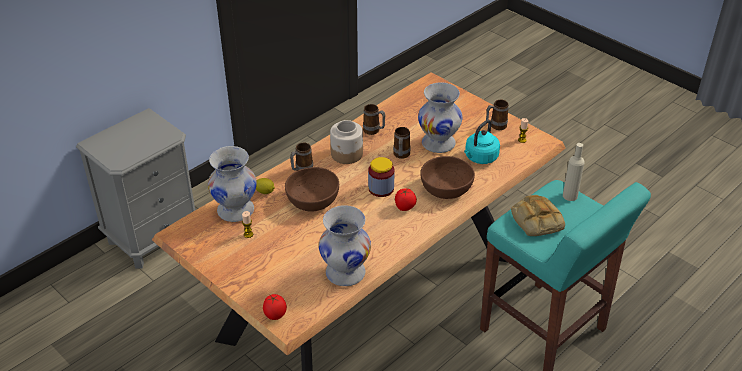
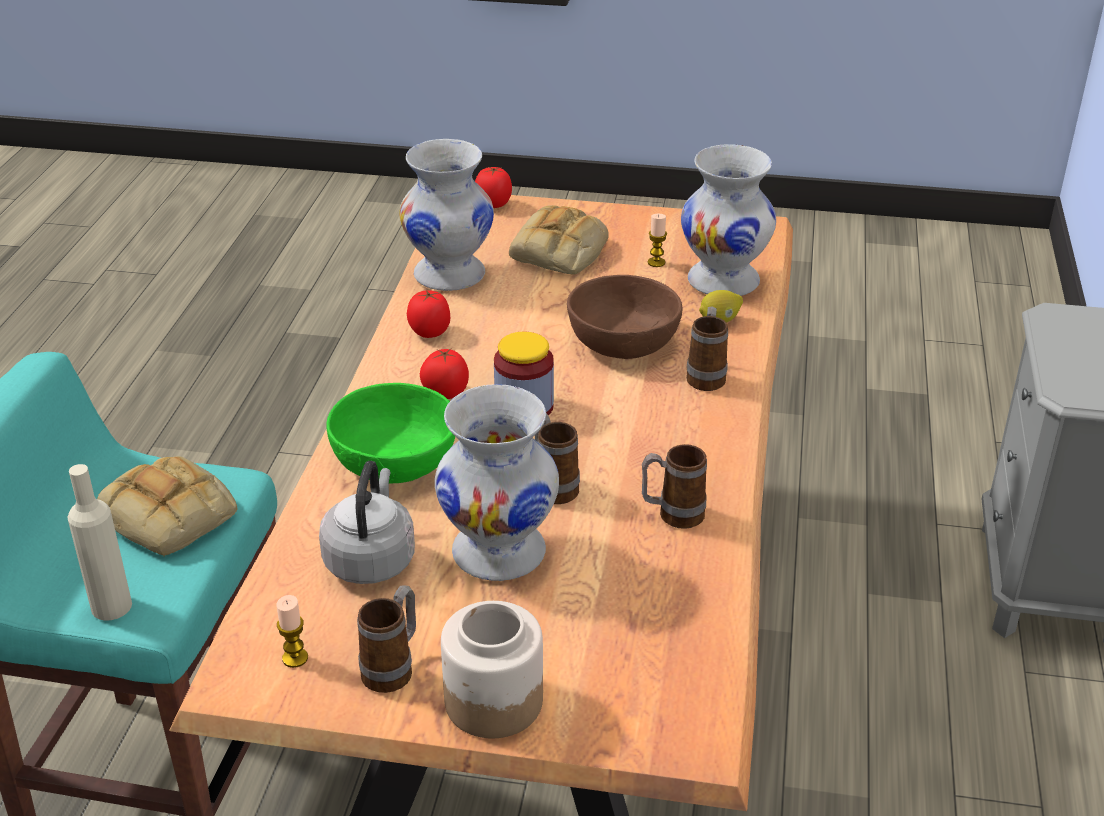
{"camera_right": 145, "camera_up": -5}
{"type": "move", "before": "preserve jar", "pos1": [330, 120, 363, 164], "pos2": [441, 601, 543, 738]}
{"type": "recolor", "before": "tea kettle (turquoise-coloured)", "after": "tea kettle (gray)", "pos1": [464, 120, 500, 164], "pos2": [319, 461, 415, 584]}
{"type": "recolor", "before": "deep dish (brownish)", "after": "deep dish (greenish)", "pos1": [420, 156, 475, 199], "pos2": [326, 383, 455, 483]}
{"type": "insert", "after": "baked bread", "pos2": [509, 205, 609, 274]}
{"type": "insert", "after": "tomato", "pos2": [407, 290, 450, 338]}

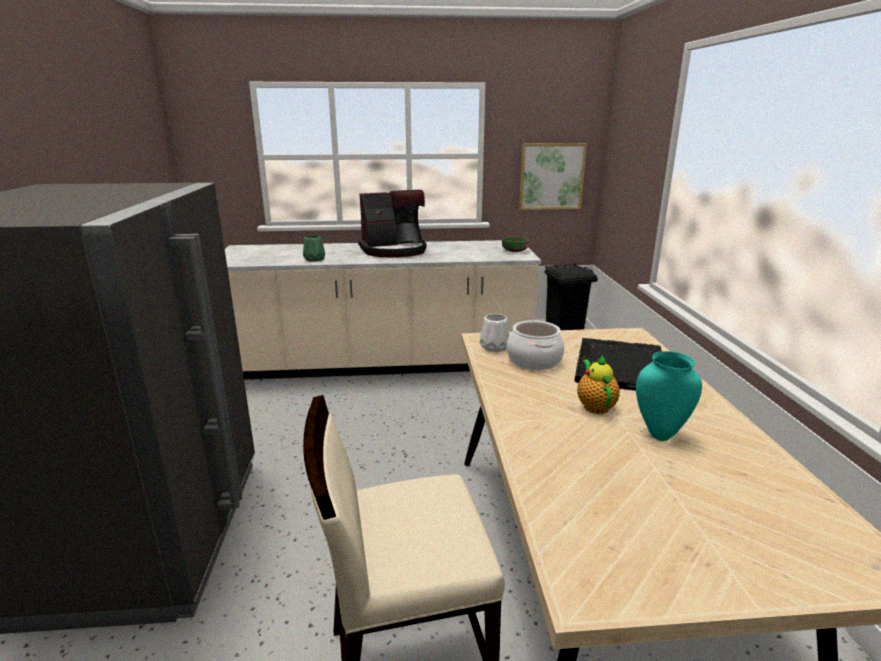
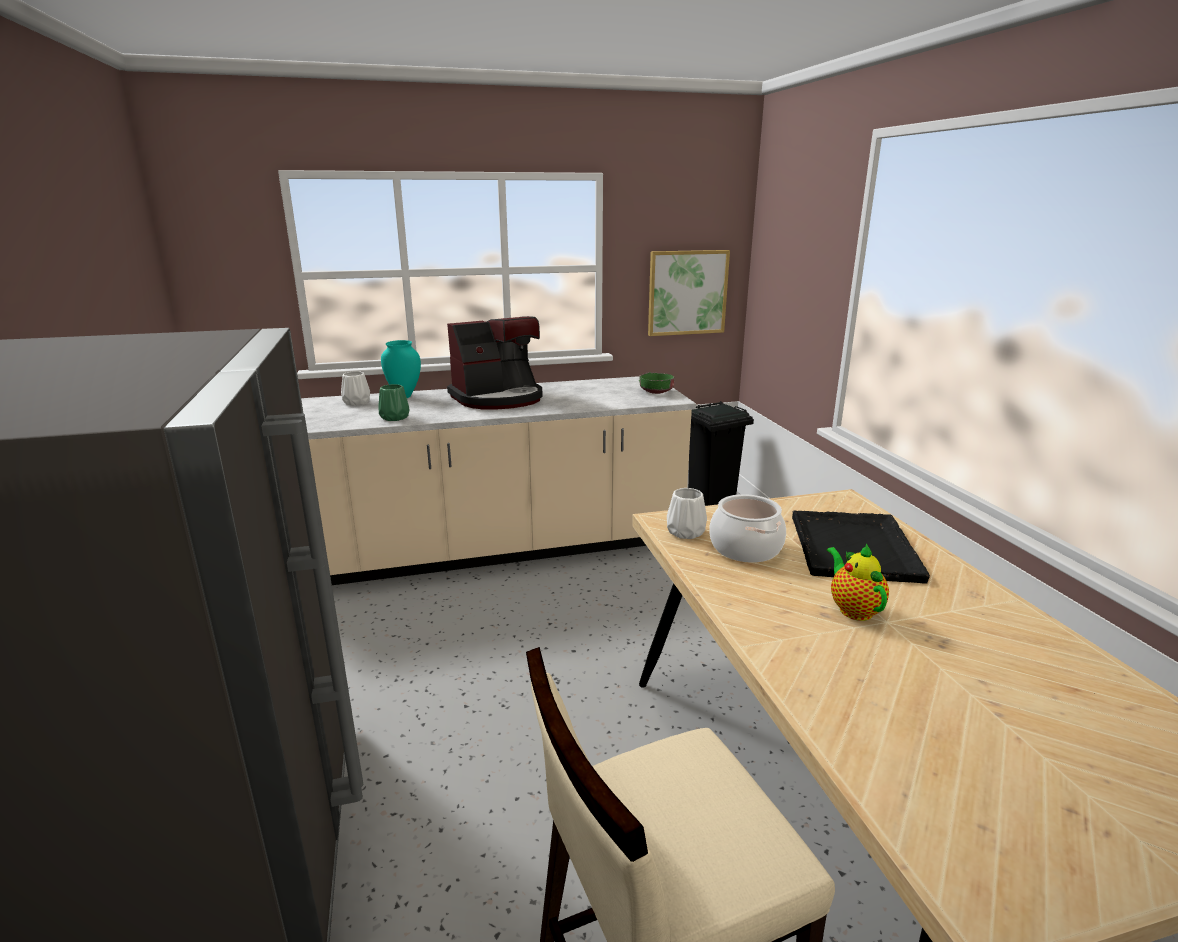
{"camera_right": -10, "camera_up": 0}
{"type": "move", "before": "flower vase (turquoise-coloured)", "pos1": [636, 351, 702, 441], "pos2": [381, 340, 421, 398]}
{"type": "insert", "after": "flower vase (white)", "pos2": [341, 371, 370, 406]}

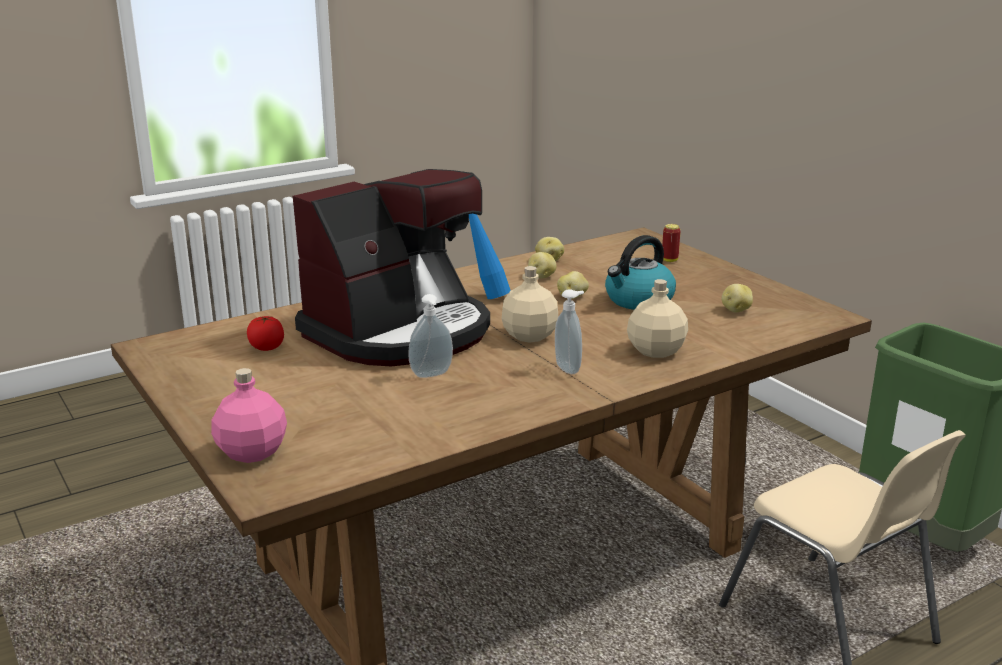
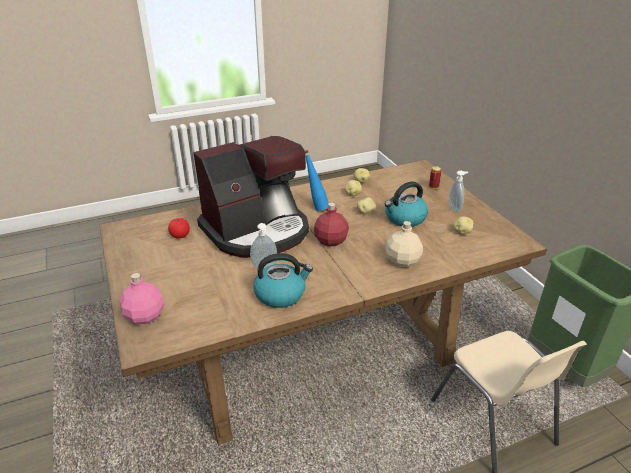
{"camera_right": 10, "camera_up": 10}
{"type": "recolor", "before": "beverage bottle (beige-coloured)", "after": "beverage bottle (red)", "pos1": [501, 266, 558, 343], "pos2": [314, 202, 349, 247]}
{"type": "move", "before": "soap bottle", "pos1": [555, 289, 584, 374], "pos2": [449, 170, 468, 213]}
{"type": "insert", "after": "tea kettle", "pos2": [253, 253, 313, 308]}

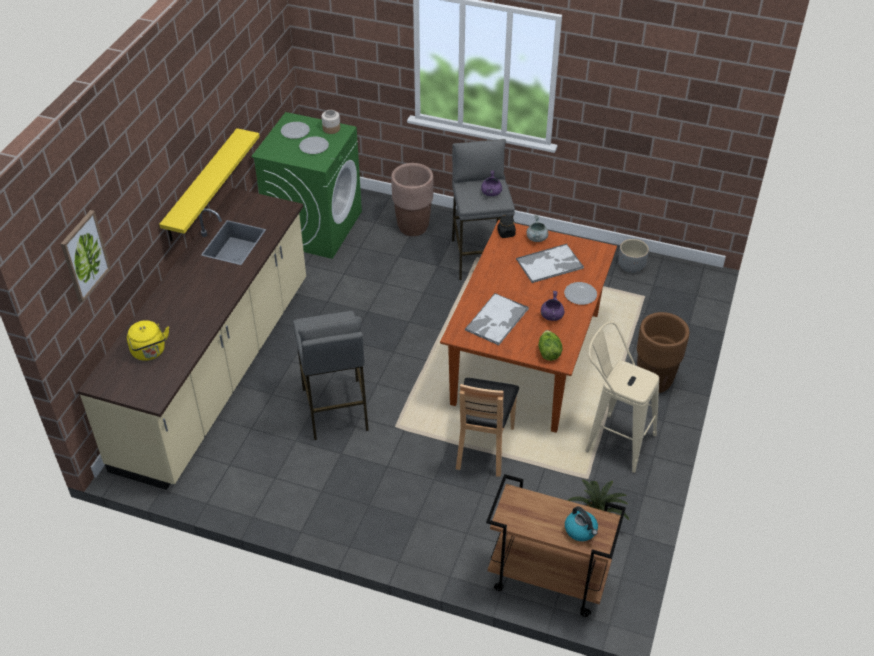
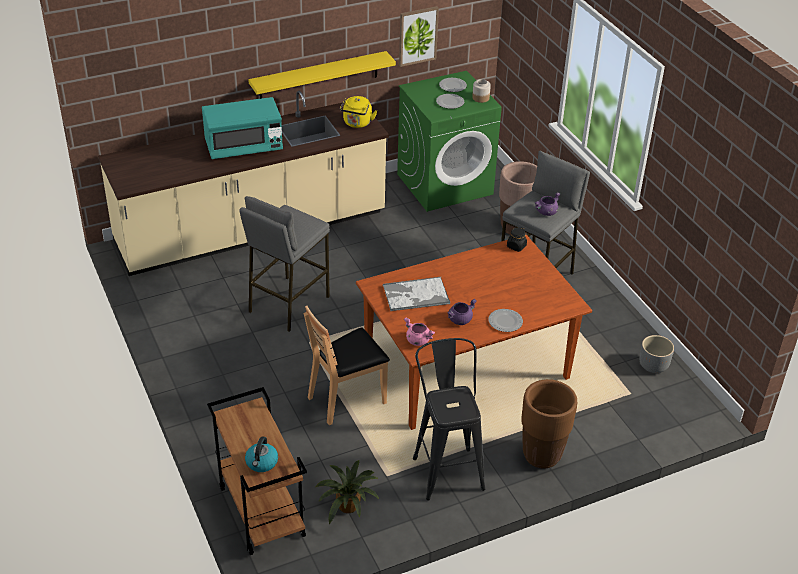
{"camera_right": 45, "camera_up": -5}
{"type": "move", "before": "picture", "pos1": [61, 210, 111, 302], "pos2": [399, 6, 439, 67]}
{"type": "delete", "before": "cooking pot (gray)", "pos1": [526, 215, 549, 242]}
{"type": "delete", "before": "carrying tray", "pos1": [516, 244, 584, 283]}
{"type": "move", "before": "tea kettle (yellow)", "pos1": [127, 320, 169, 361], "pos2": [340, 96, 377, 128]}
{"type": "recolor", "before": "sitting stool (beige-coloured)", "after": "sitting stool (blackish)", "pos1": [585, 322, 659, 473], "pos2": [413, 338, 485, 500]}
{"type": "replace", "before": "lettuce head", "after": "cooking pot (pink-coloured)", "pos1": [538, 330, 563, 361], "pos2": [404, 318, 435, 346]}
{"type": "insert", "after": "kitchen microwave (turquoise-coloured)", "pos2": [202, 97, 283, 159]}

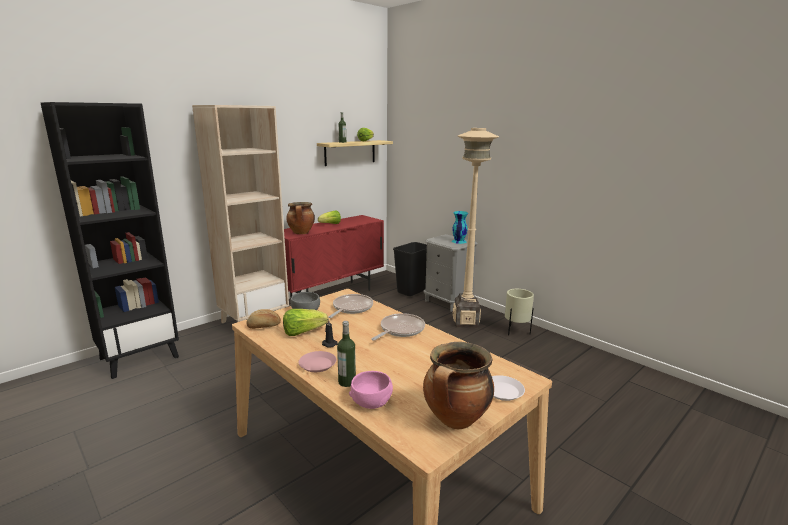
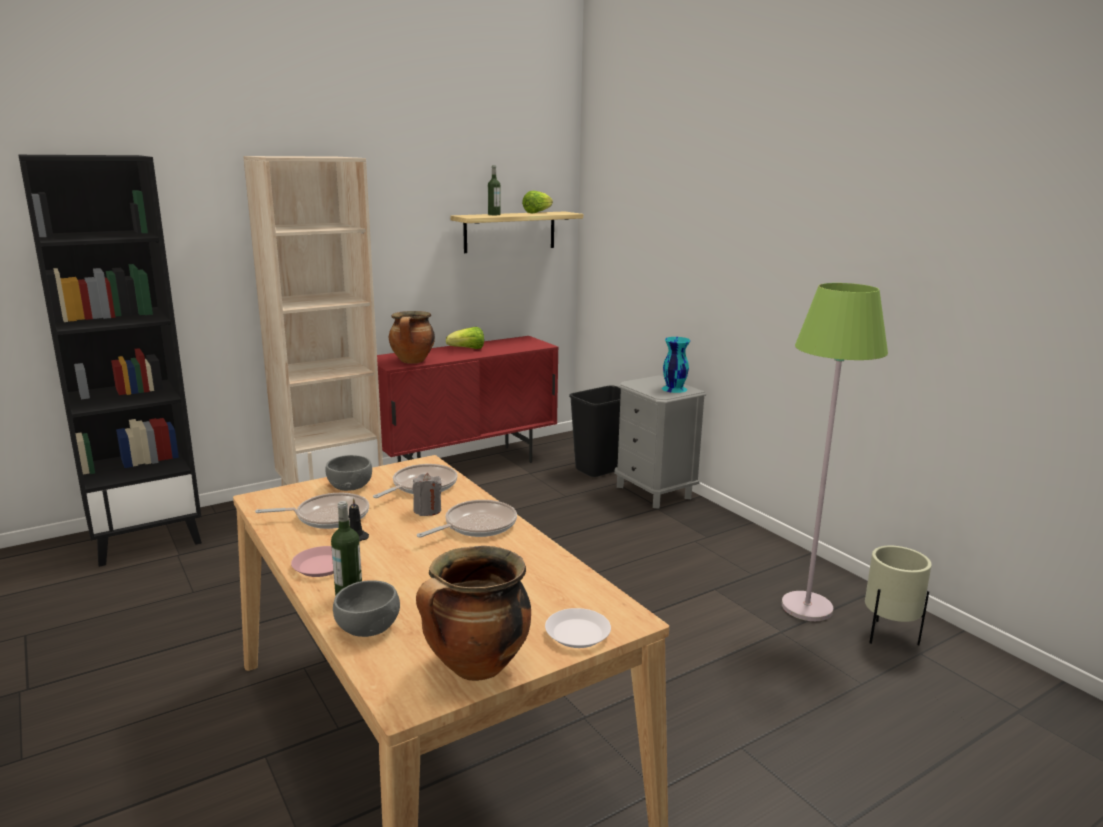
{"camera_right": 10, "camera_up": 0}
{"type": "delete", "before": "standard lamp (beige-coloured)", "pos1": [452, 128, 499, 328]}
{"type": "move", "before": "plant pot (beige-coloured)", "pos1": [505, 289, 534, 336], "pos2": [865, 546, 932, 645]}
{"type": "delete", "before": "baked bread", "pos1": [246, 309, 281, 329]}
{"type": "replace", "before": "lettuce head", "after": "pan", "pos1": [283, 309, 328, 336], "pos2": [255, 493, 369, 529]}
{"type": "recolor", "before": "deep dish (pink-coloured)", "after": "deep dish (gray)", "pos1": [349, 371, 393, 409], "pos2": [333, 581, 400, 637]}
{"type": "insert", "after": "standard lamp (greenish)", "pos2": [782, 283, 888, 621]}
{"type": "insert", "after": "candle (gray)", "pos2": [412, 473, 442, 516]}

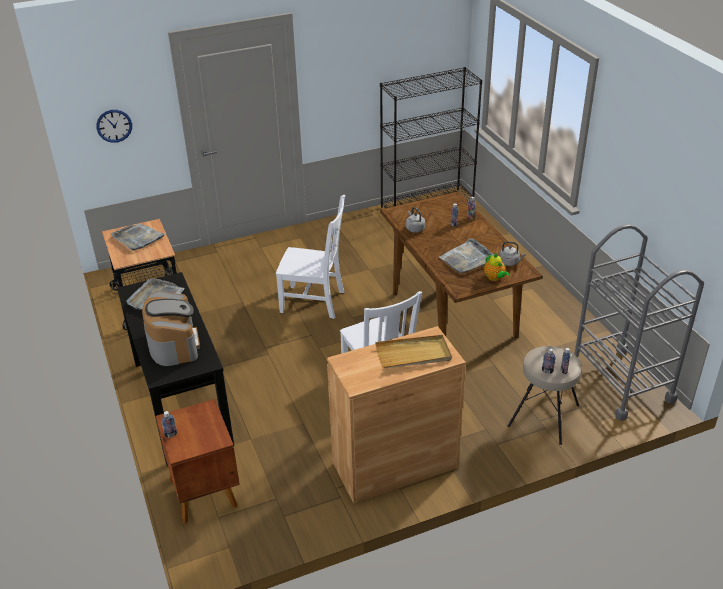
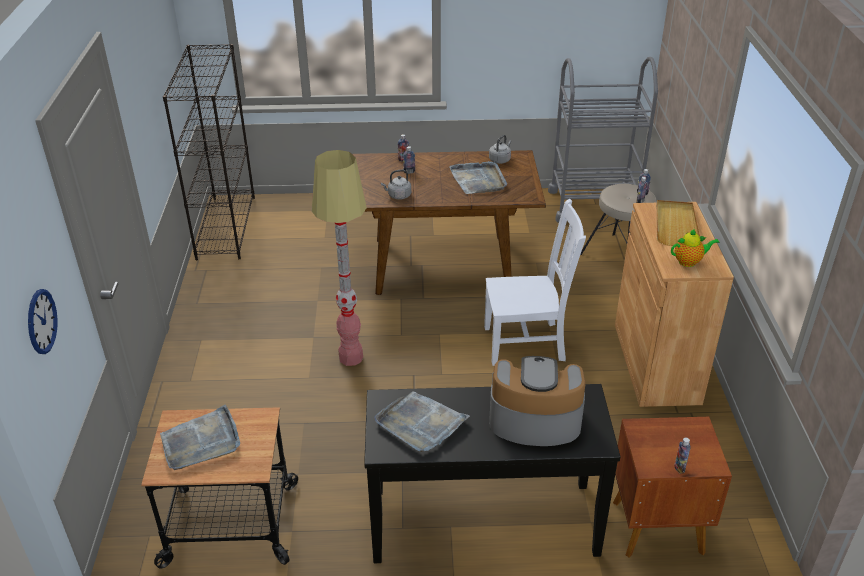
{"camera_right": -70, "camera_up": 0}
{"type": "replace", "before": "chair (white)", "after": "standard lamp", "pos1": [276, 195, 345, 319], "pos2": [312, 150, 367, 366]}
{"type": "move", "before": "pot for tea", "pos1": [484, 253, 510, 281], "pos2": [671, 229, 719, 267]}

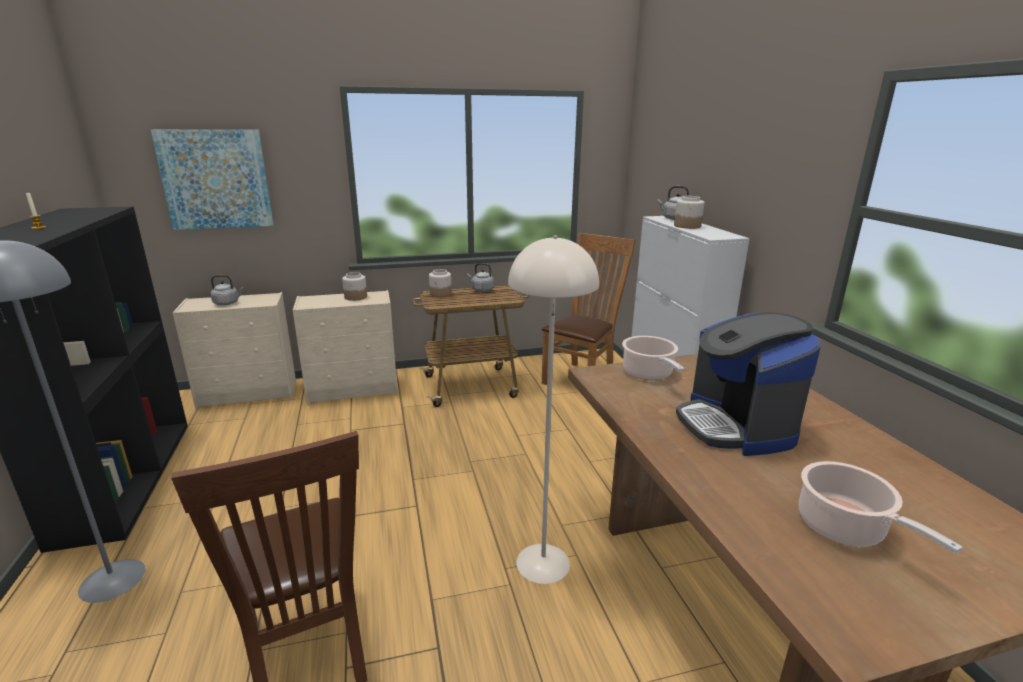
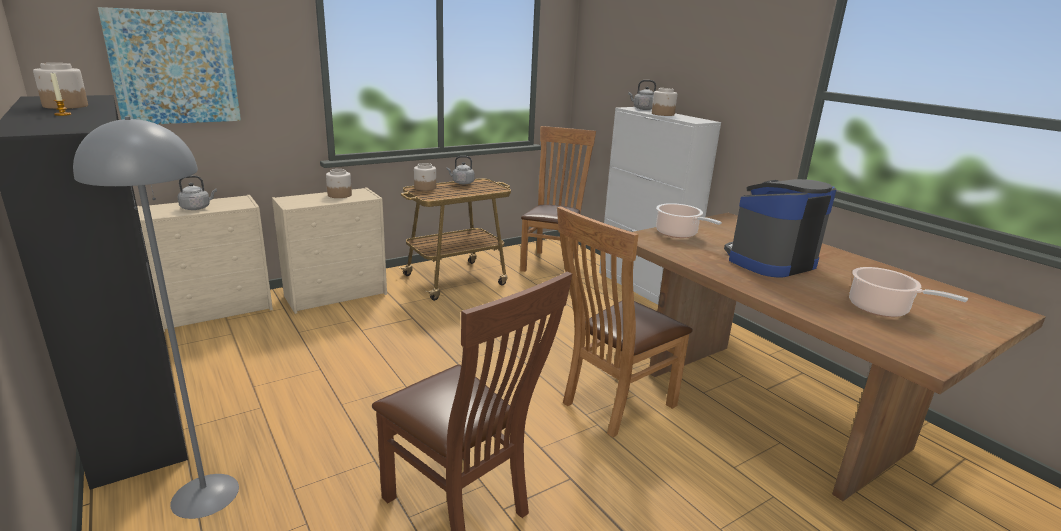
{"camera_right": -20, "camera_up": 0}
{"type": "replace", "before": "standard lamp (beige-coloured)", "after": "chair (brownish)", "pos1": [508, 236, 599, 584], "pos2": [557, 206, 693, 437]}
{"type": "rotate", "before": "coffee maker", "pos1": [676, 312, 821, 456], "pos2": [724, 179, 837, 278], "turn": 90}
{"type": "insert", "after": "preserve jar", "pos2": [33, 63, 88, 109]}

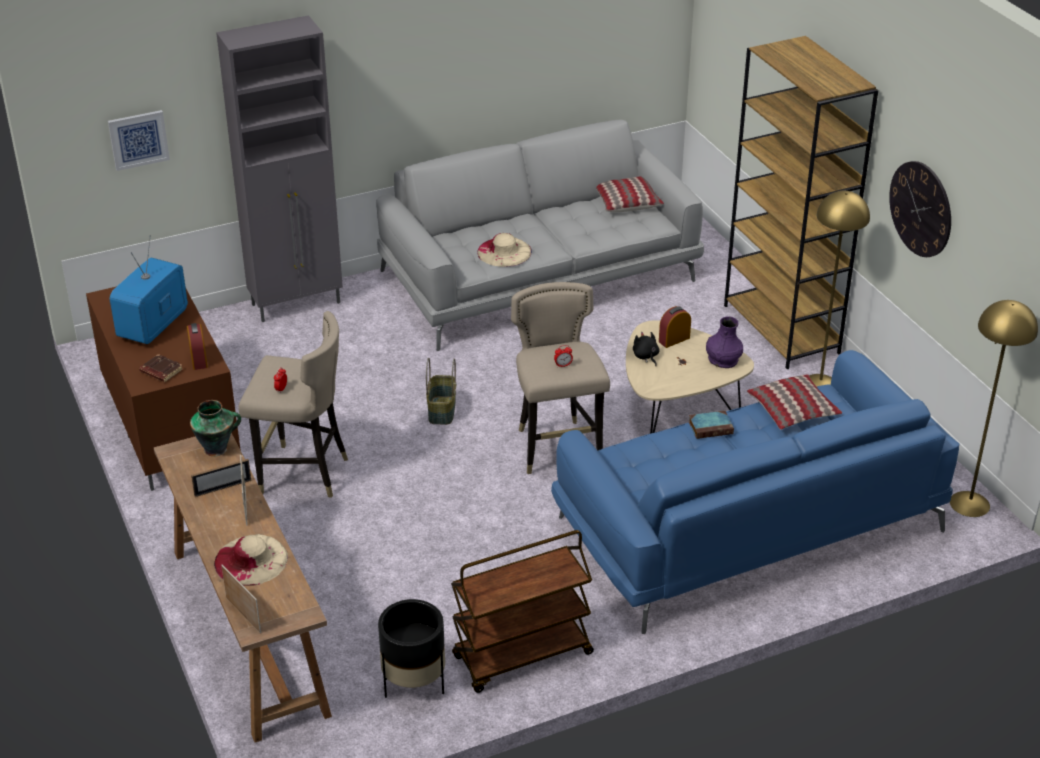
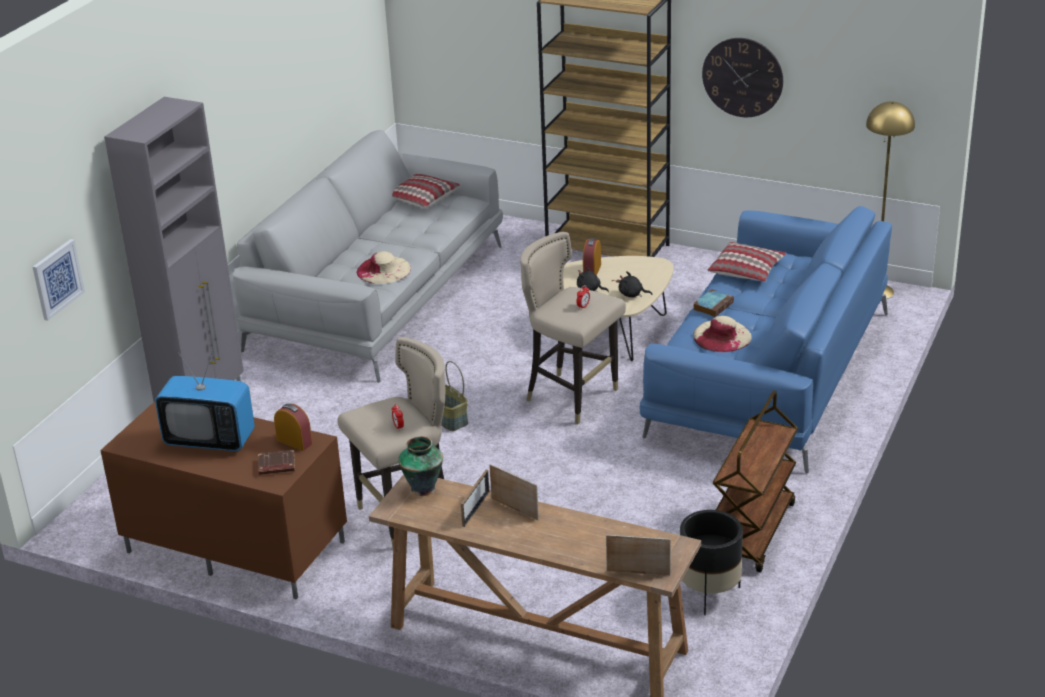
{"camera_right": -40, "camera_up": -5}
{"type": "delete", "before": "standard lamp (yellow)", "pos1": [809, 191, 870, 387]}
{"type": "rotate", "before": "TV set", "pos1": [109, 239, 188, 344], "pos2": [155, 350, 255, 451], "turn": -60}
{"type": "delete", "before": "flower vase (purple-coloured)", "pos1": [706, 316, 743, 368]}
{"type": "move", "before": "wearable hat (beige-coloured)", "pos1": [214, 534, 288, 586], "pos2": [693, 316, 752, 352]}
{"type": "insert", "after": "plush toy (blackish)", "pos2": [619, 271, 652, 297]}

